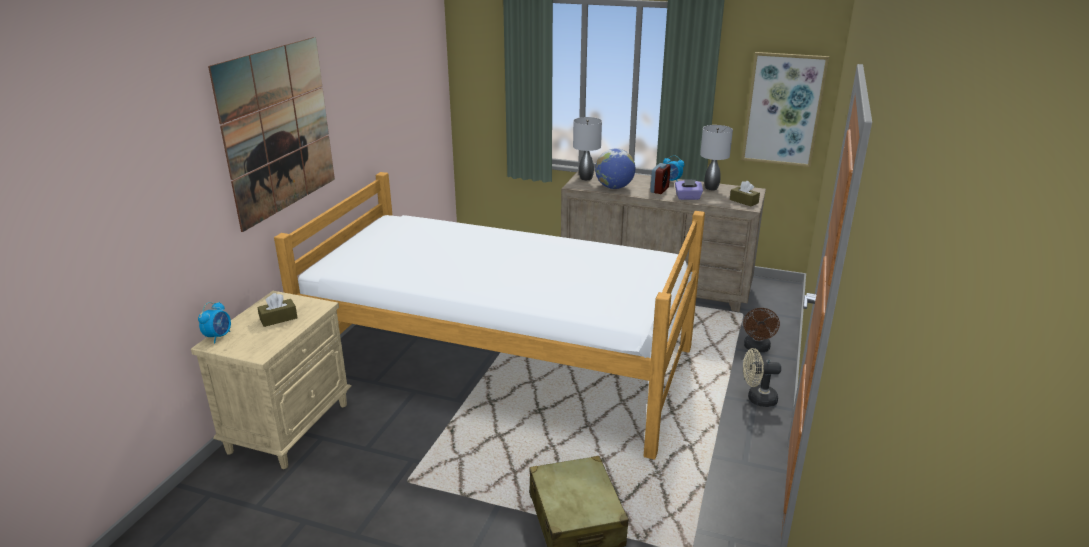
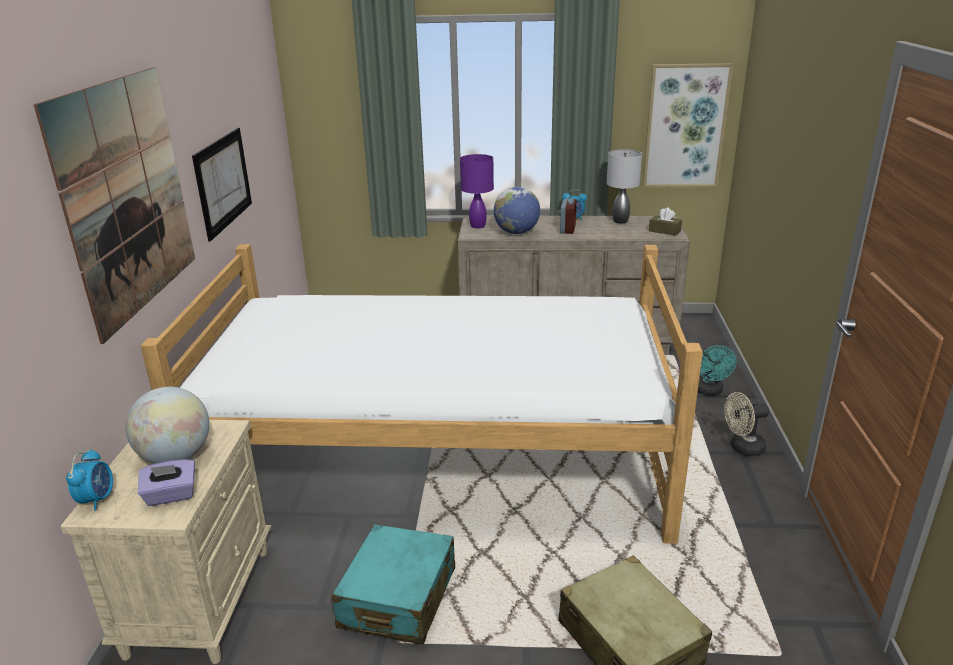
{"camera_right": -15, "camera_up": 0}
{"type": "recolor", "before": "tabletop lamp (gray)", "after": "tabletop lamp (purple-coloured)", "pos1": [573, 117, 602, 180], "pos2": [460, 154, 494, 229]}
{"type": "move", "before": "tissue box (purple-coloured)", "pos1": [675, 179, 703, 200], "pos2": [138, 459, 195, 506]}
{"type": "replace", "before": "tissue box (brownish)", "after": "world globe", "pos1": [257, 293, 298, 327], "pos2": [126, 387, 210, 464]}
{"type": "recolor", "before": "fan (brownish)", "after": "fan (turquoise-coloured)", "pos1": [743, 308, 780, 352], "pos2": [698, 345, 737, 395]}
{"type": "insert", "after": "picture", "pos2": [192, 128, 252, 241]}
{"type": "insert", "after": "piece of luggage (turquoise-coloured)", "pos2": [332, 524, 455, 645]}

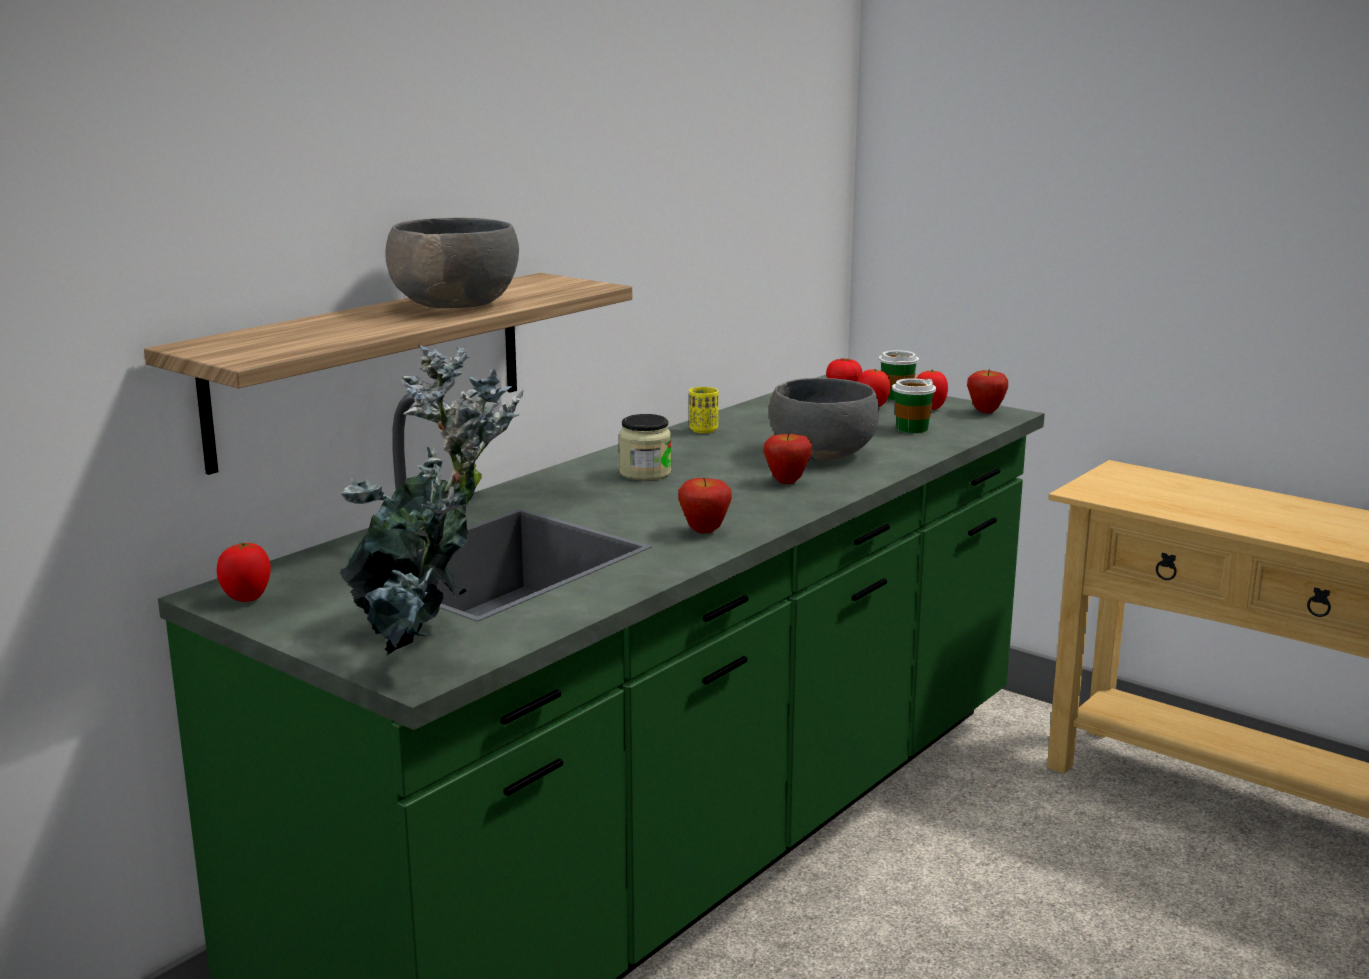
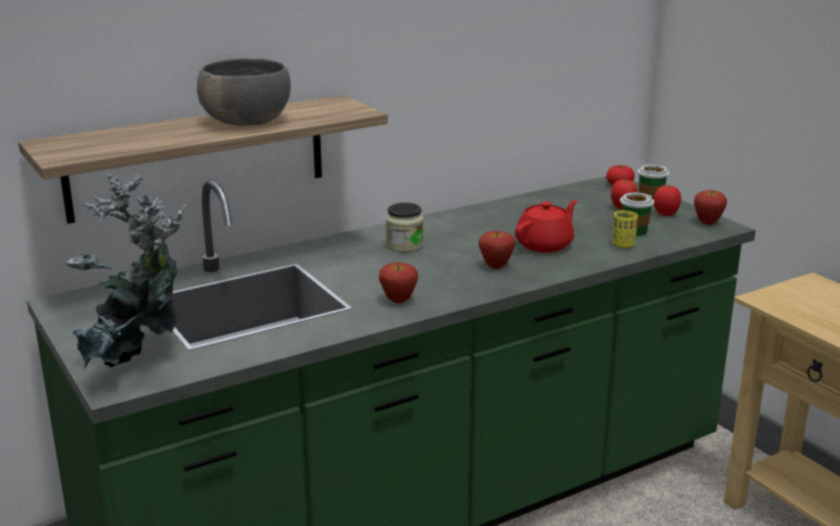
{"camera_right": 20, "camera_up": 5}
{"type": "replace", "before": "deep dish (gray)", "after": "pot for tea (red)", "pos1": [769, 378, 879, 461], "pos2": [515, 200, 578, 253]}
{"type": "move", "before": "small cup (yellow)", "pos1": [689, 387, 718, 433], "pos2": [612, 210, 638, 248]}
{"type": "delete", "before": "tomato", "pos1": [217, 543, 271, 602]}

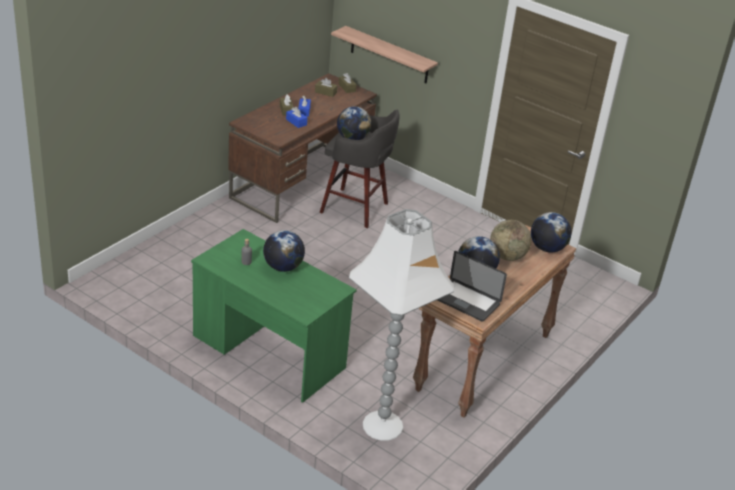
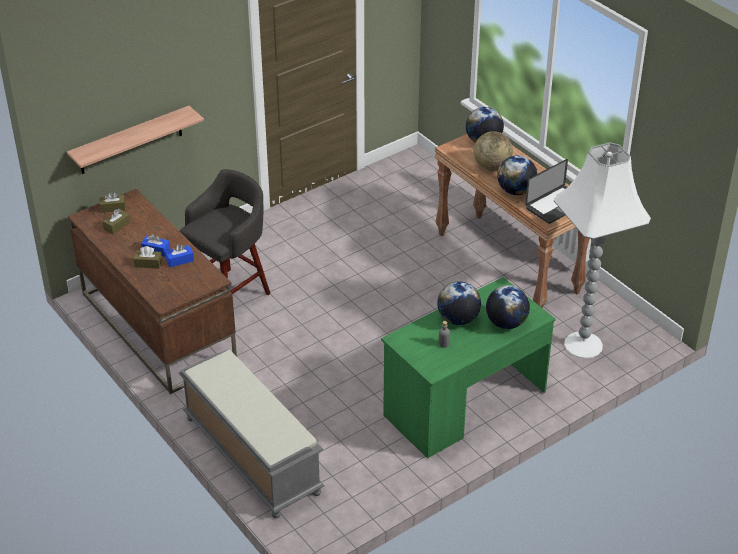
{"camera_right": -70, "camera_up": 5}
{"type": "move", "before": "world globe", "pos1": [337, 106, 371, 140], "pos2": [486, 285, 530, 329]}
{"type": "insert", "after": "bench (gray)", "pos2": [179, 349, 324, 518]}

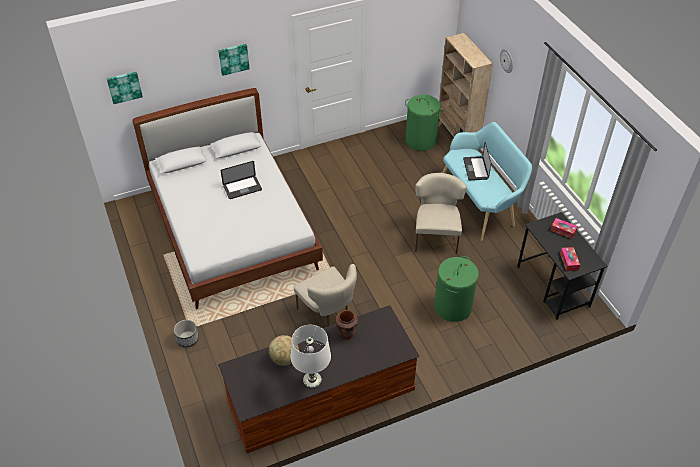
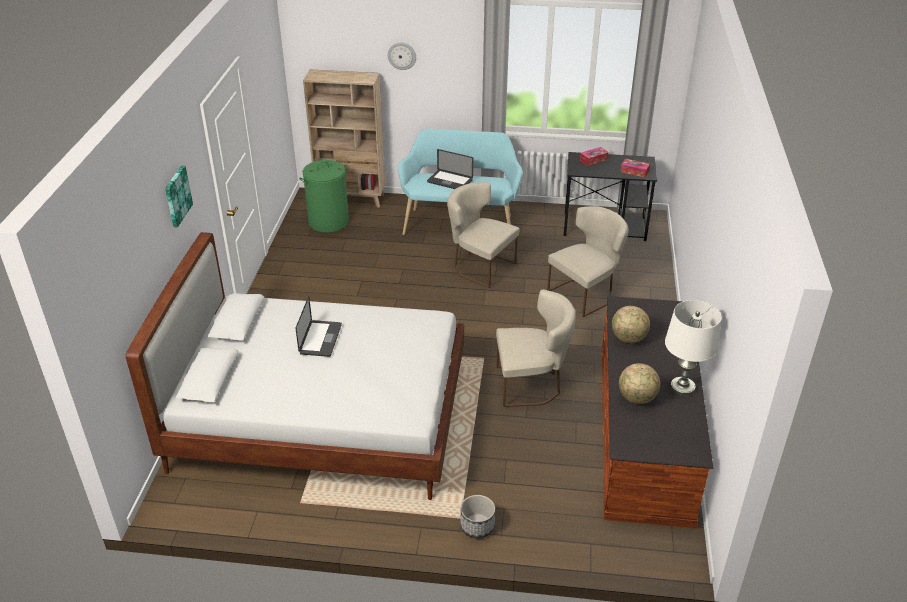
{"camera_right": -60, "camera_up": -10}
{"type": "delete", "before": "picture", "pos1": [107, 72, 143, 104]}
{"type": "replace", "before": "washing basket (greenish)", "after": "chair (beige-coloured)", "pos1": [434, 256, 479, 322], "pos2": [547, 206, 629, 317]}
{"type": "replace", "before": "flower vase (brownish)", "after": "world globe", "pos1": [336, 310, 358, 340], "pos2": [612, 306, 650, 343]}

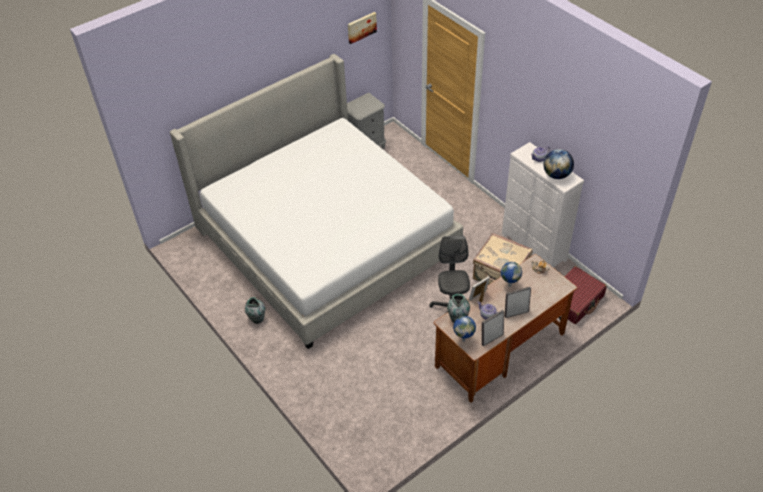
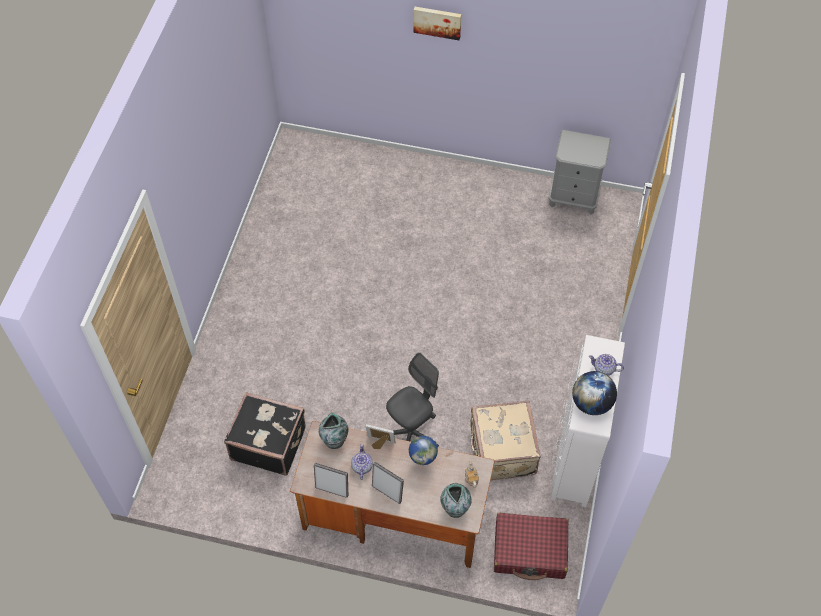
{"camera_right": 50, "camera_up": 10}
{"type": "move", "before": "picture", "pos1": [348, 12, 377, 44], "pos2": [414, 7, 461, 40]}
{"type": "delete", "before": "sleeping bed", "pos1": [170, 54, 463, 349]}
{"type": "move", "before": "flower vase", "pos1": [245, 297, 265, 324], "pos2": [440, 483, 472, 518]}
{"type": "delete", "before": "world globe", "pos1": [453, 316, 476, 342]}
{"type": "insert", "after": "piece of luggage (blackish)", "pos2": [224, 392, 306, 476]}

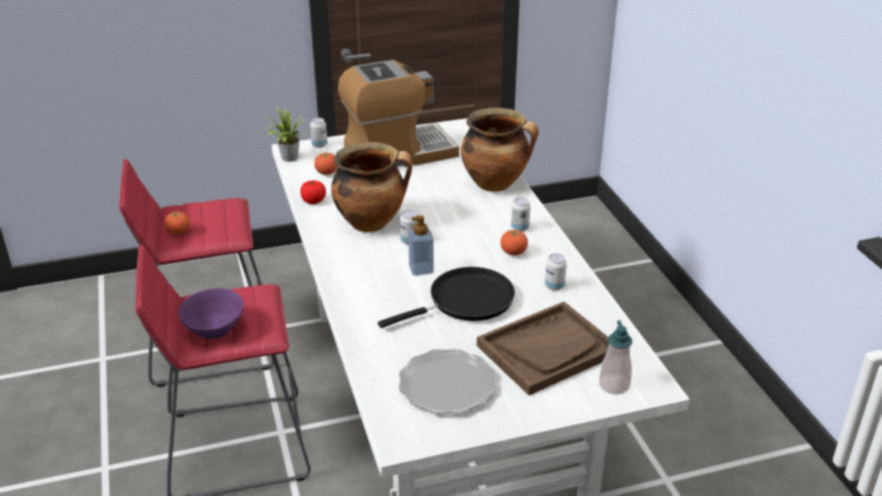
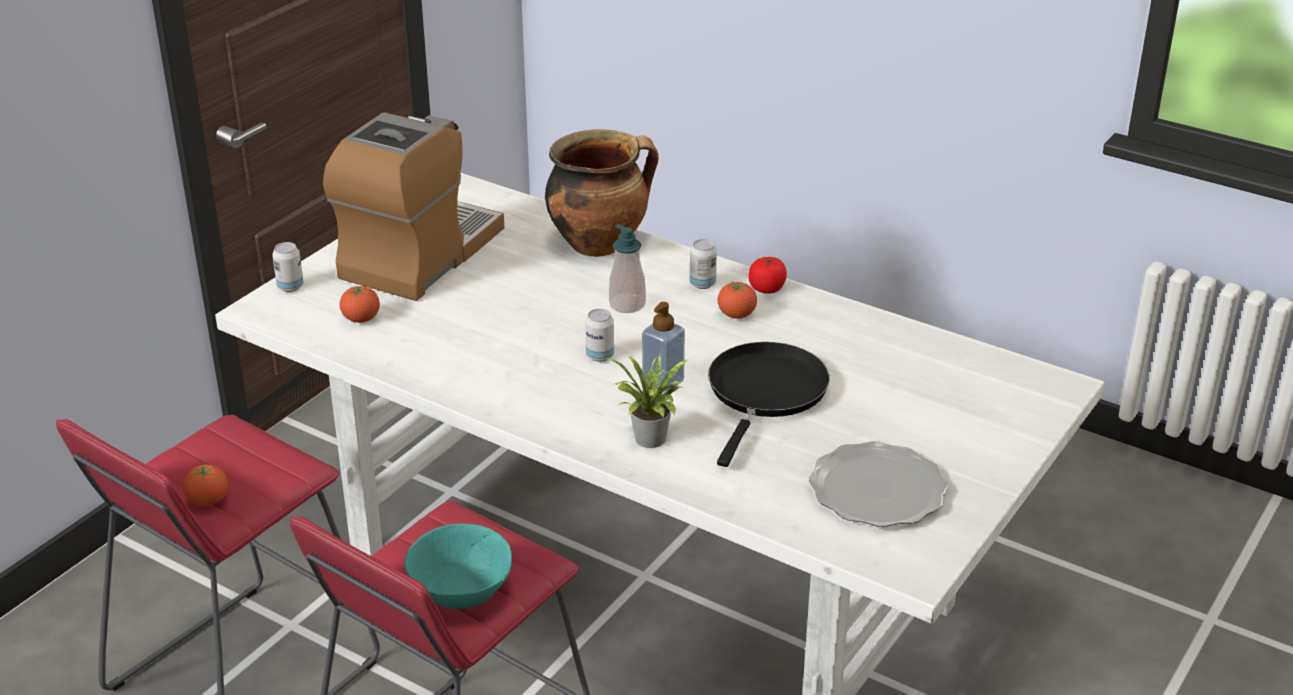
{"camera_right": -40, "camera_up": 0}
{"type": "move", "before": "potted plant", "pos1": [264, 106, 305, 162], "pos2": [606, 354, 687, 448]}
{"type": "delete", "before": "cooking pot", "pos1": [331, 142, 412, 232]}
{"type": "move", "before": "tomato", "pos1": [300, 180, 326, 204], "pos2": [748, 257, 787, 294]}
{"type": "delete", "before": "can", "pos1": [545, 253, 567, 291]}
{"type": "recolor", "before": "deep dish (purple-coloured)", "after": "deep dish (turquoise-coloured)", "pos1": [178, 288, 244, 339], "pos2": [404, 523, 512, 609]}
{"type": "delete", "before": "carrying tray (brownish)", "pos1": [477, 302, 609, 395]}
{"type": "move", "before": "soap bottle", "pos1": [599, 321, 632, 395], "pos2": [609, 224, 646, 313]}

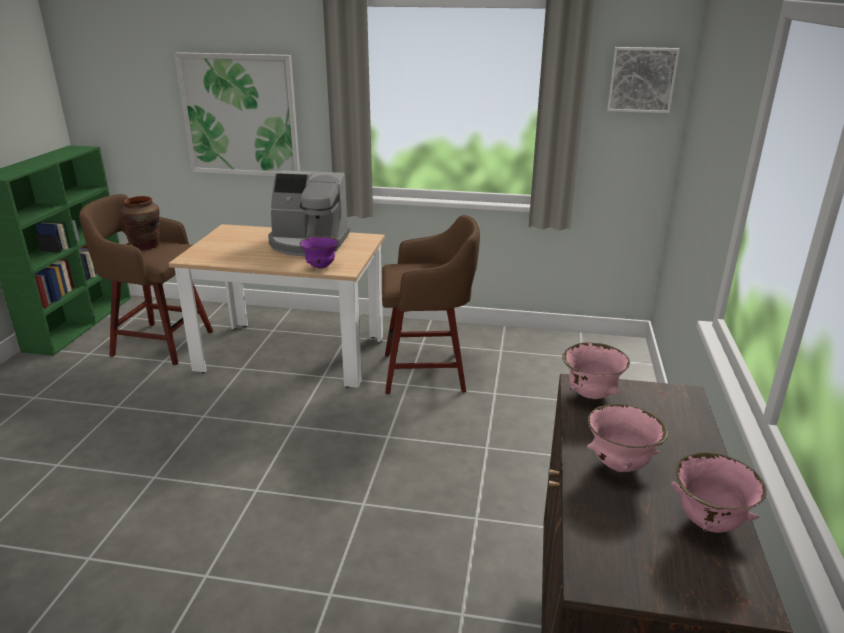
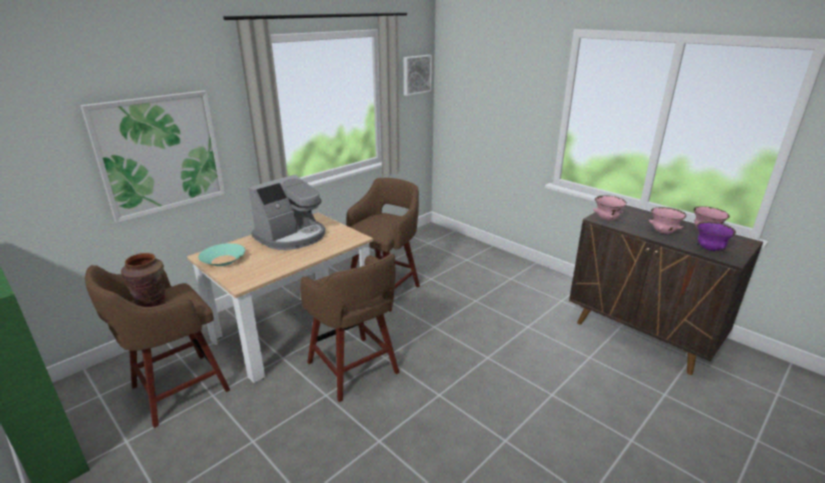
{"camera_right": -55, "camera_up": 0}
{"type": "move", "before": "deep dish (purple-coloured)", "pos1": [300, 236, 340, 269], "pos2": [697, 221, 736, 251]}
{"type": "insert", "after": "deep dish (turquoise-coloured)", "pos2": [198, 243, 245, 266]}
{"type": "insert", "after": "sitting stool (brownish)", "pos2": [300, 254, 399, 402]}

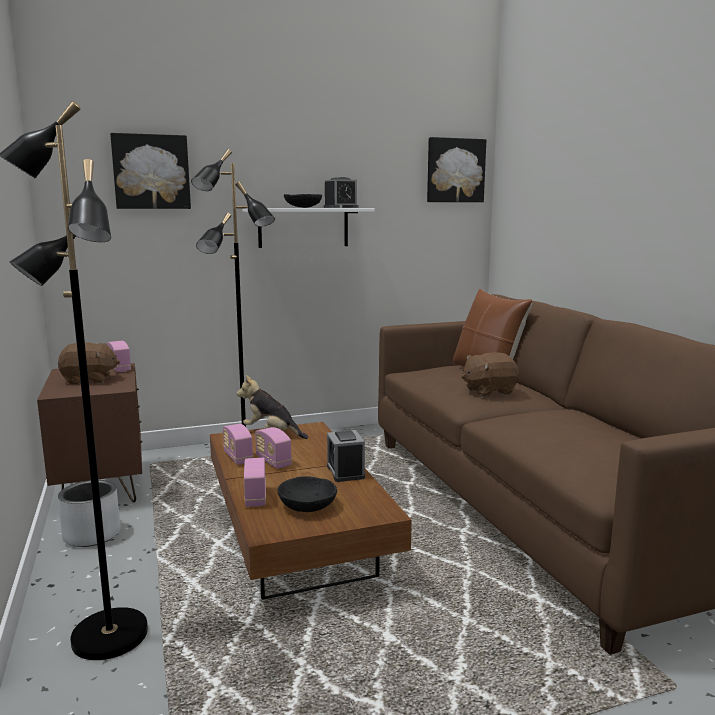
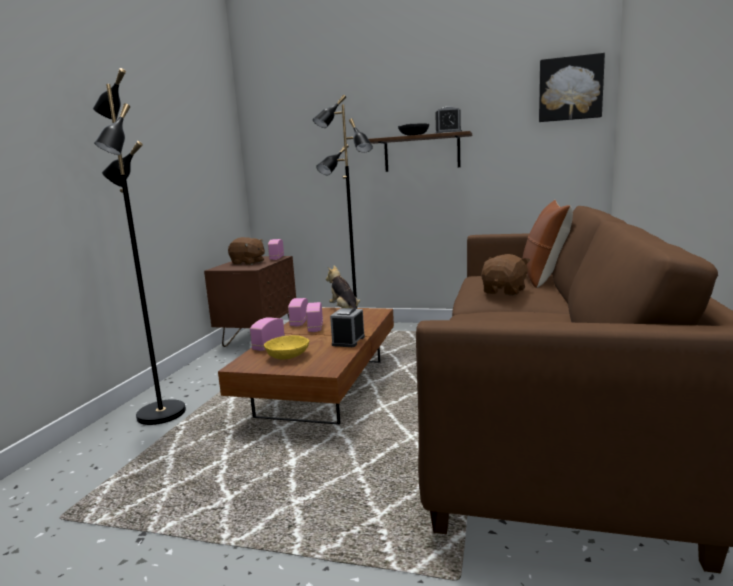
{"camera_right": 35, "camera_up": 0}
{"type": "delete", "before": "picture", "pos1": [110, 133, 191, 209]}
{"type": "recolor", "before": "wall shelf (white)", "after": "wall shelf (brownish)", "pos1": [243, 208, 375, 248], "pos2": [368, 131, 472, 172]}
{"type": "rotate", "before": "plush toy (brownish)", "pos1": [461, 352, 519, 397], "pos2": [481, 254, 530, 295], "turn": 105}
{"type": "recolor", "before": "deep dish (blackish)", "after": "deep dish (yellow)", "pos1": [278, 476, 337, 512], "pos2": [264, 335, 309, 359]}
{"type": "delete", "before": "plant pot (gray)", "pos1": [58, 480, 121, 547]}

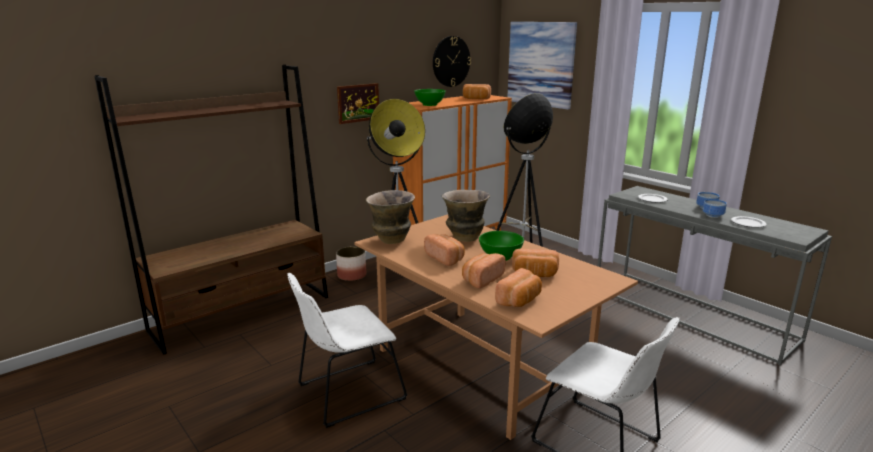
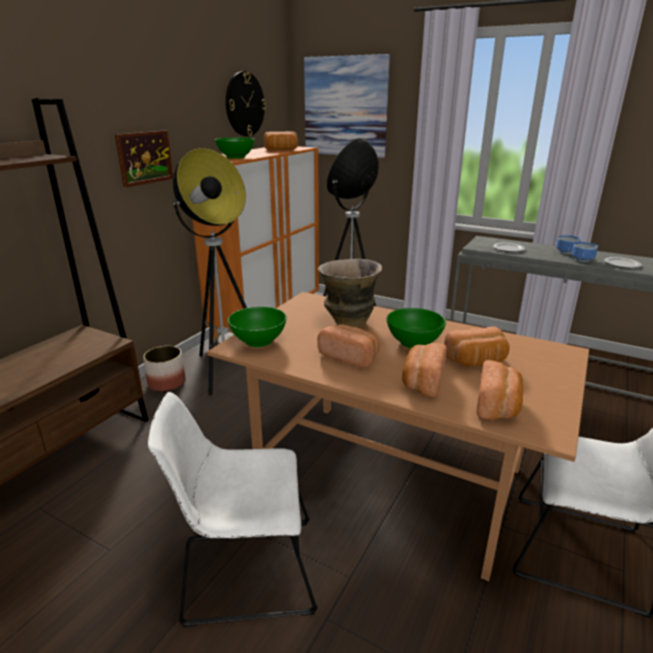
{"camera_right": -20, "camera_up": 5}
{"type": "replace", "before": "flower vase", "after": "deep dish (greenish)", "pos1": [366, 190, 415, 244], "pos2": [228, 307, 287, 347]}
{"type": "rotate", "before": "chair (white)", "pos1": [287, 273, 407, 428], "pos2": [148, 392, 318, 627], "turn": 45}

